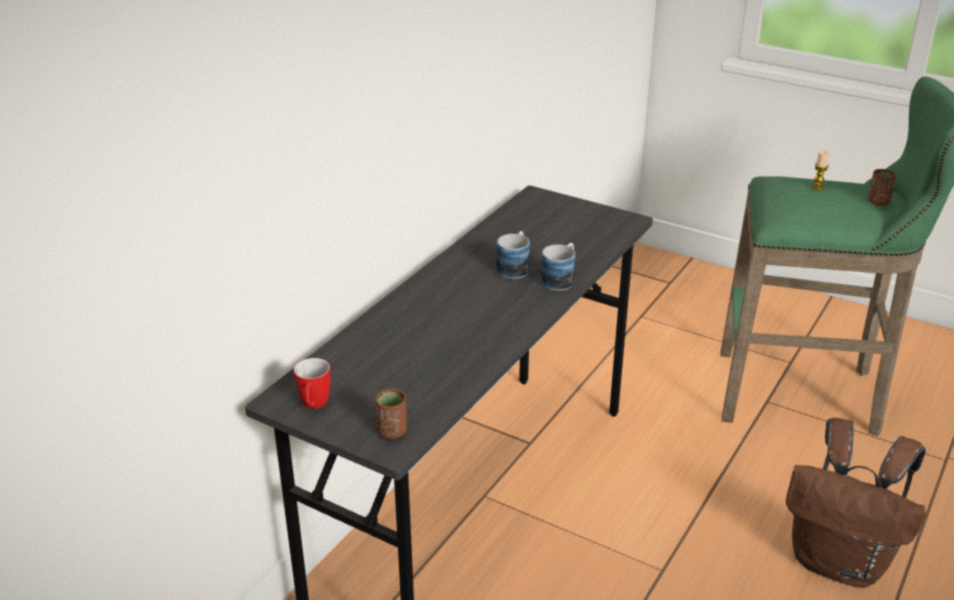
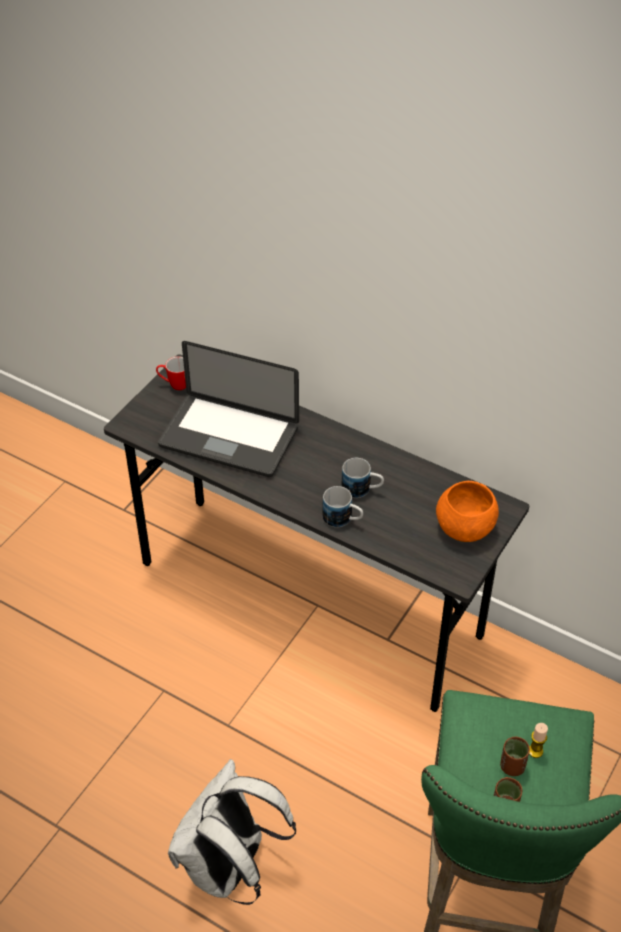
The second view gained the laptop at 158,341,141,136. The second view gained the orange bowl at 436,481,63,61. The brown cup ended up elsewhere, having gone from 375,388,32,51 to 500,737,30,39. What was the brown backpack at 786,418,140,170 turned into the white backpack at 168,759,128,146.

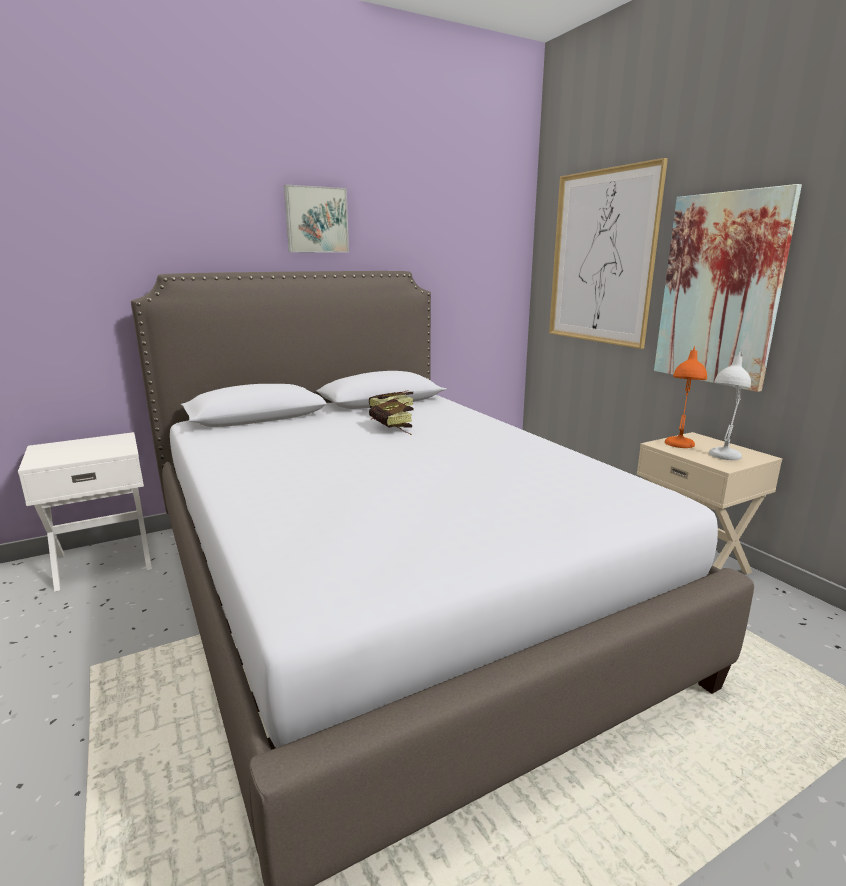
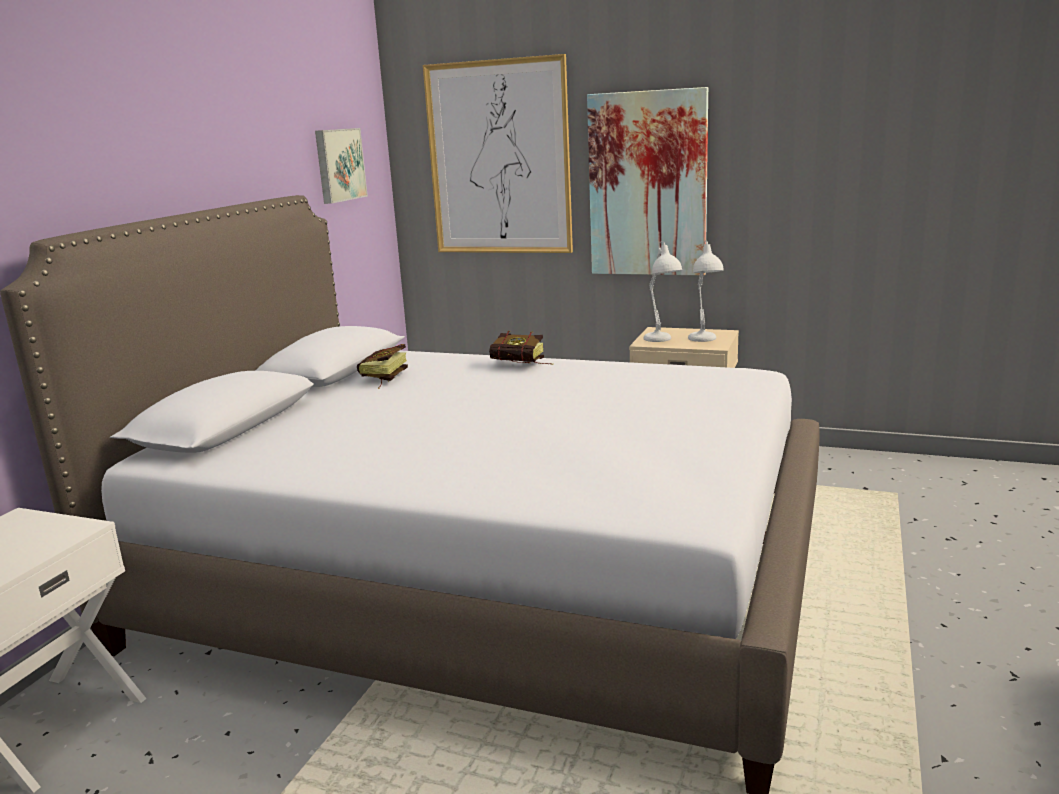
The picture ended up elsewhere, having gone from 284,184,65,69 to 315,128,53,76. The book ended up elsewhere, having gone from 369,398,43,37 to 489,331,65,34. What was the orange table lamp at 665,346,42,102 turned into the white table lamp at 643,241,39,101.

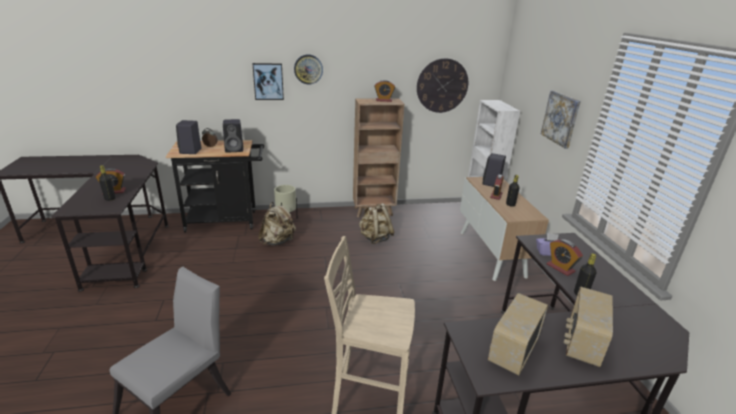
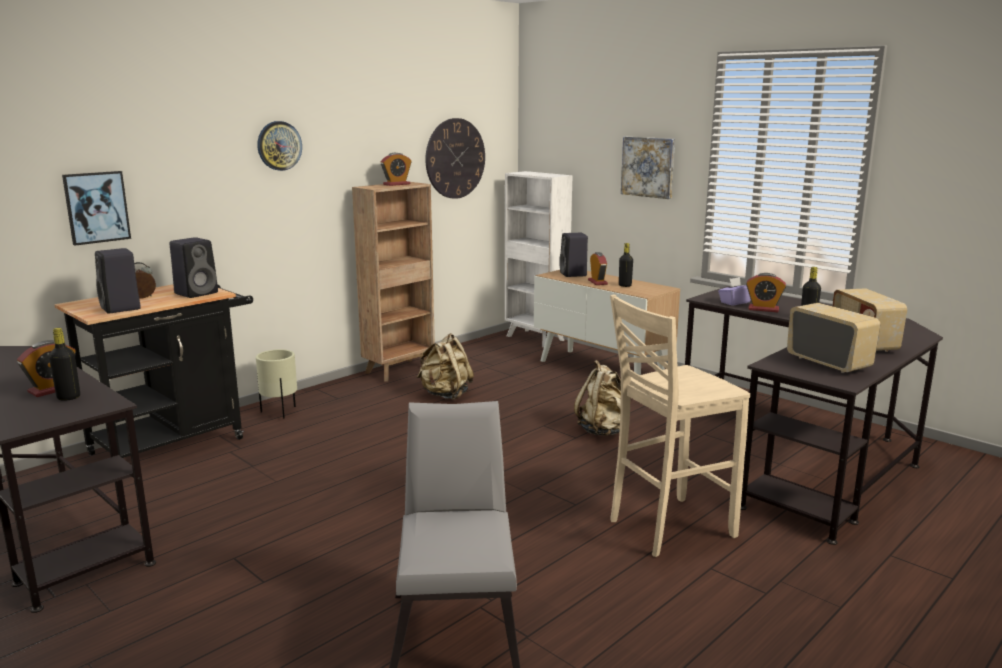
The picture ended up elsewhere, having gone from 252,63,32,37 to 62,171,69,75. The beige backpack ended up elsewhere, having gone from 258,202,38,44 to 574,360,47,76. The radio at 488,293,60,83 ended up facing another way, 150 degrees clockwise from before.

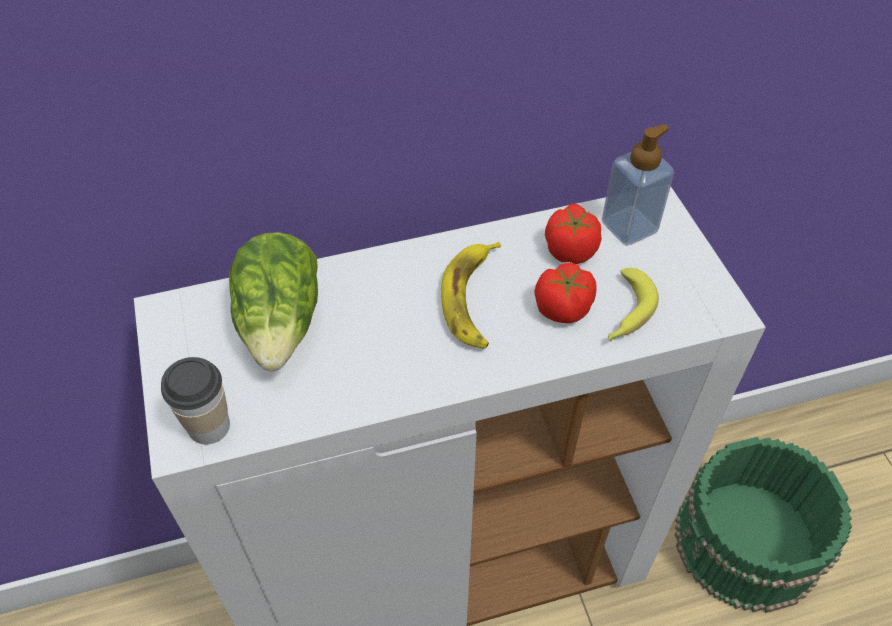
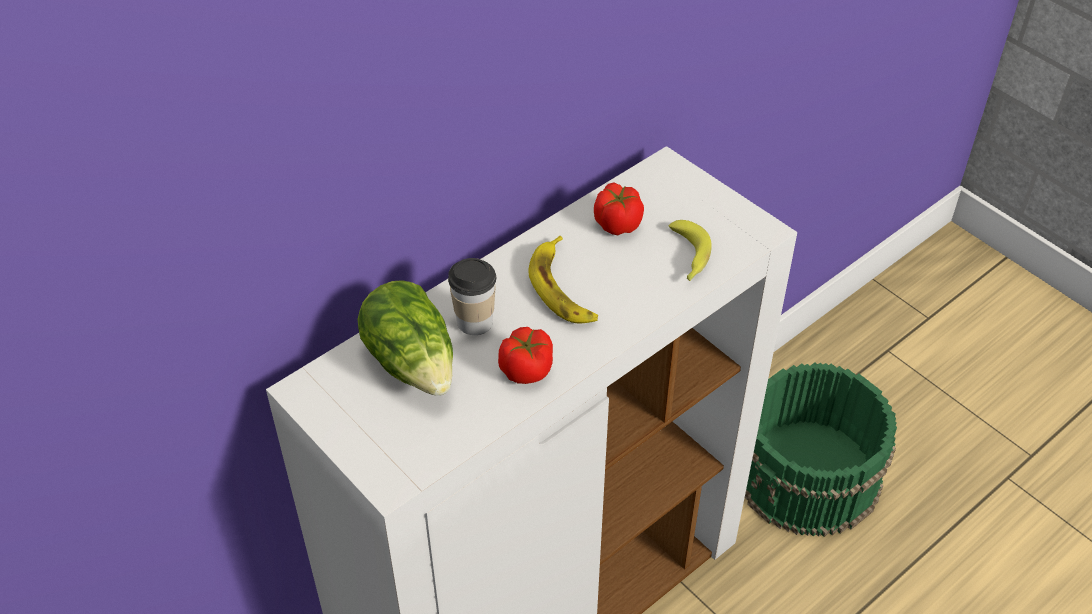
The second view lost the soap dispenser at 602,124,72,122. The cup ended up elsewhere, having gone from 161,357,69,87 to 448,258,48,77. The tomato ended up elsewhere, having gone from 535,263,62,60 to 498,327,55,57.

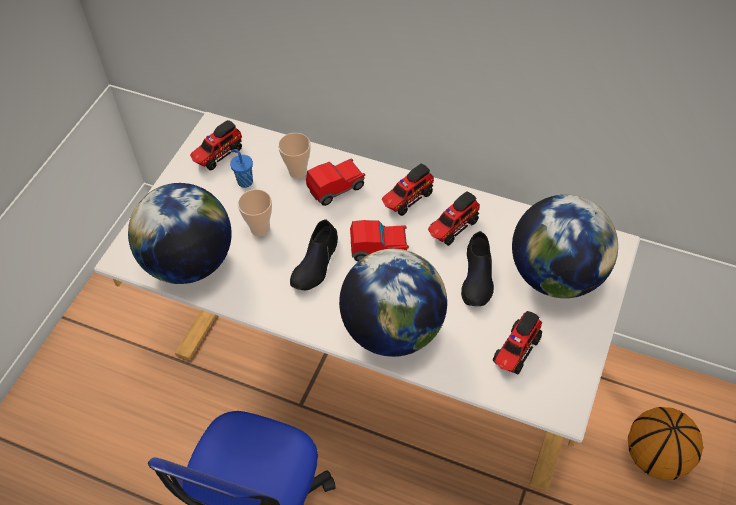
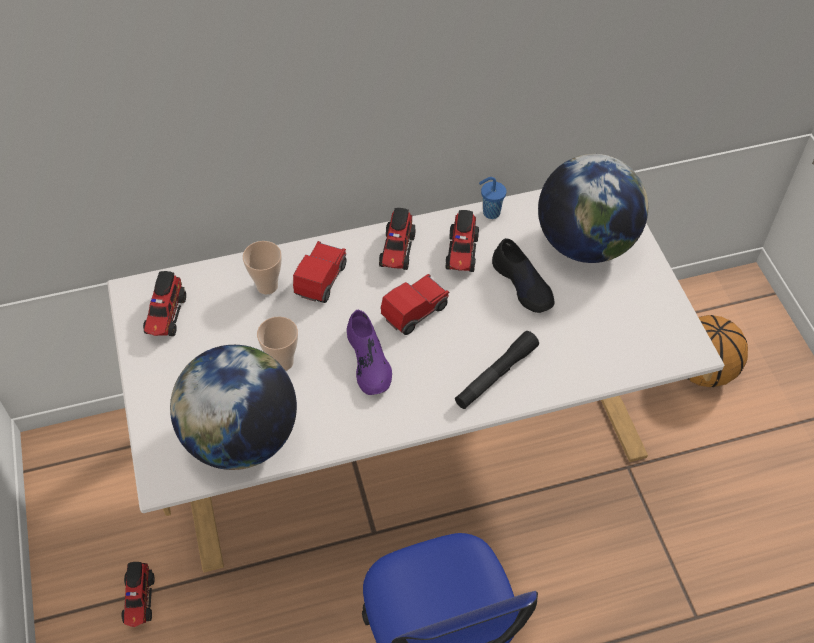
The blue cup ended up elsewhere, having gone from 230,149,23,39 to 479,177,27,42. The toy truck ended up elsewhere, having gone from 493,311,49,63 to 121,562,33,65. Where the globe stood at 339,249,108,108, the black flashlight came to stand at 455,331,84,78. What was the black shoe at 290,219,48,71 turned into the purple shoe at 347,309,45,86.

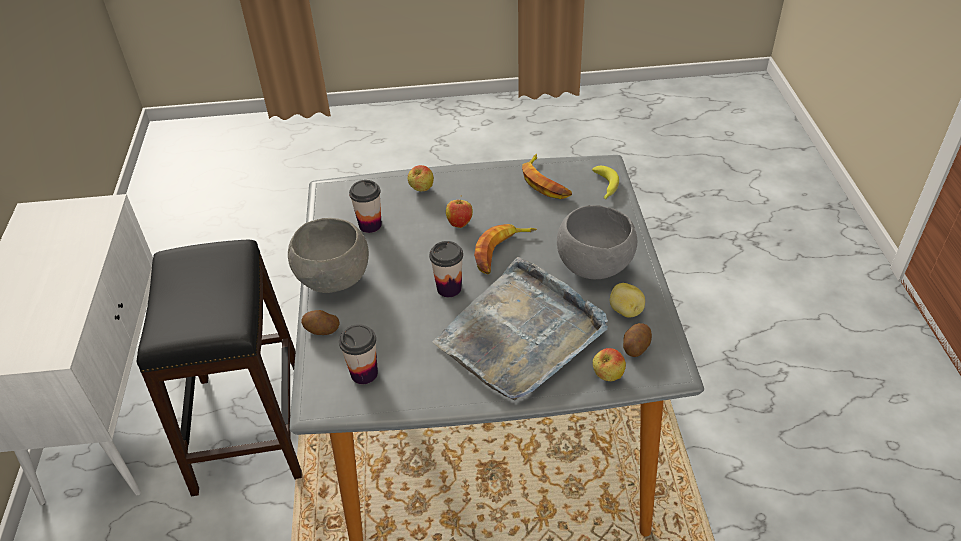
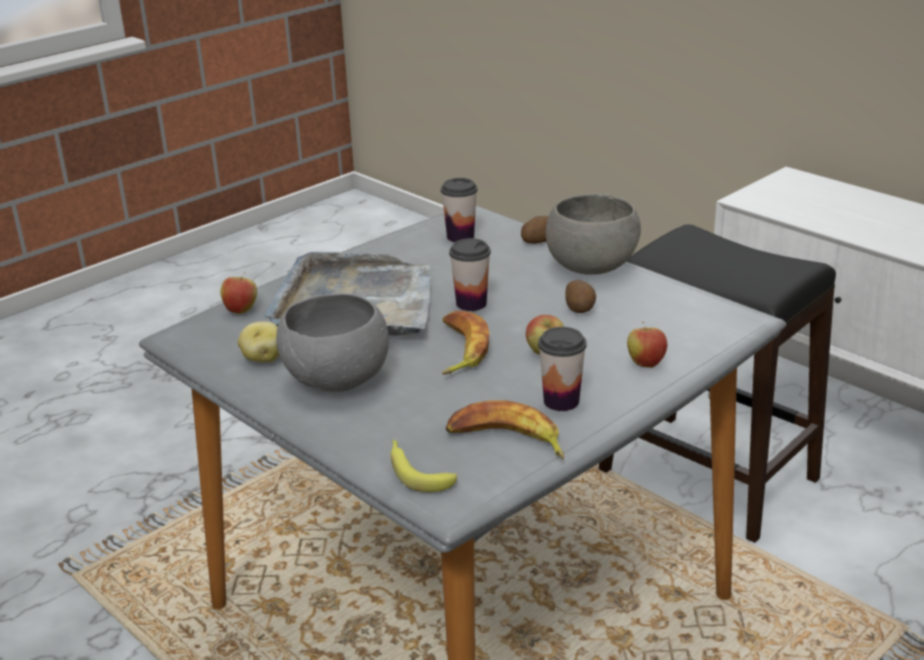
The cup ended up elsewhere, having gone from 349,180,33,53 to 538,327,49,84. The potato ended up elsewhere, having gone from 623,323,29,34 to 565,280,31,33.

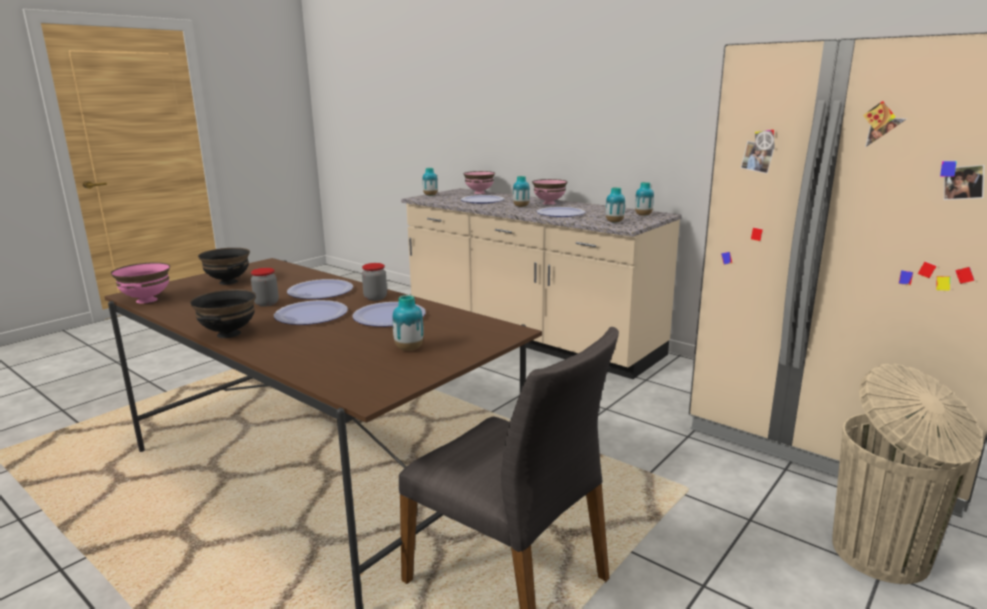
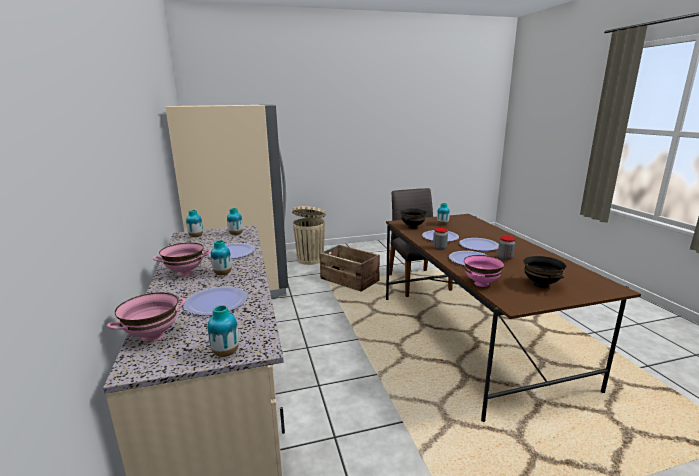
The second view gained the crate at 319,245,61,47. The pink bowl ended up elsewhere, having gone from 111,262,59,42 to 464,255,40,32. The black bowl ended up elsewhere, having gone from 190,289,66,49 to 400,208,27,21.

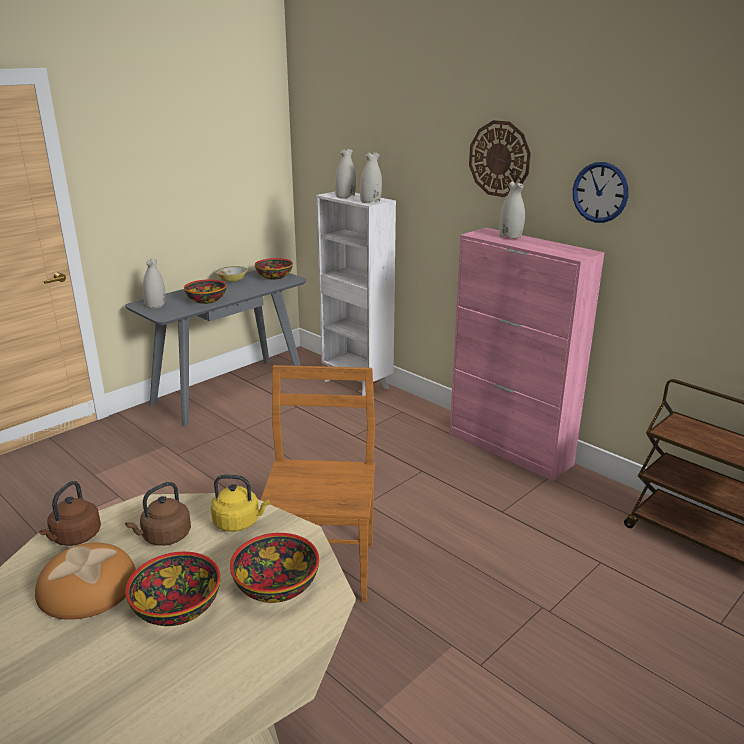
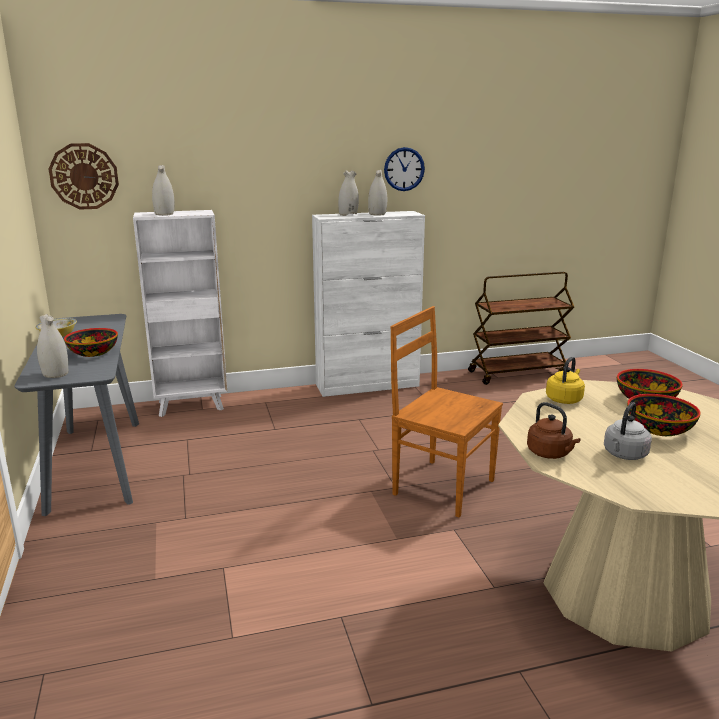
The second view lost the brown kettle at 125,482,66,64. The second view lost the bowl at 255,258,38,22. The white vase ended up elsewhere, having gone from 360,152,22,51 to 368,170,19,46. The wall clock ended up elsewhere, having gone from 469,120,62,77 to 49,143,70,66. Where the bread stood at 35,543,101,77, the grey kettle came to stand at 604,402,48,58. What was the pink cabinet at 450,228,155,253 turned into the white cabinet at 312,211,113,186.

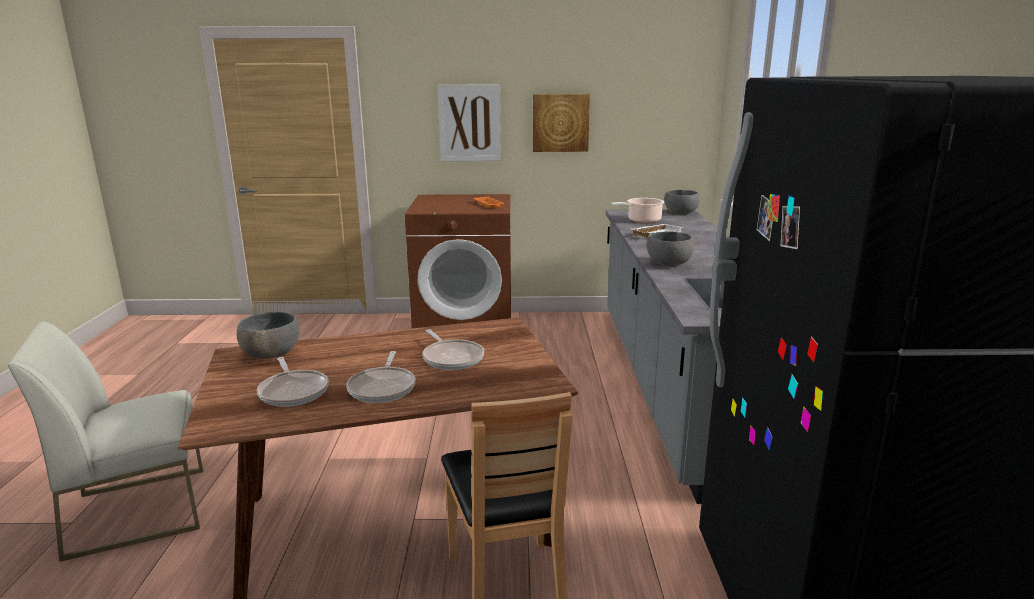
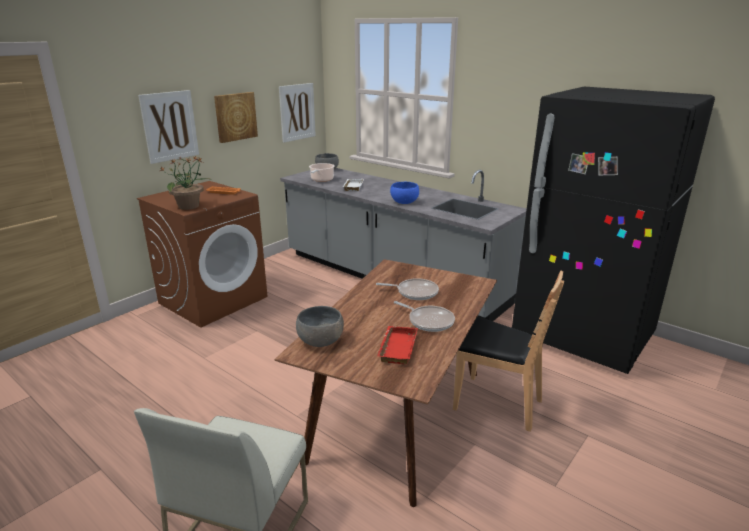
The second view gained the potted plant at 160,157,52,53. The second view gained the picture at 279,83,37,60. Where the frying pan stood at 257,357,72,50, the red tray came to stand at 377,326,41,38. What was the grey bowl at 647,231,47,35 turned into the blue bowl at 390,182,29,22.

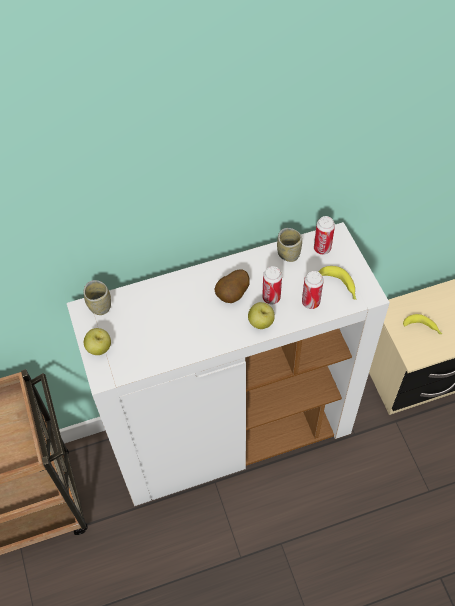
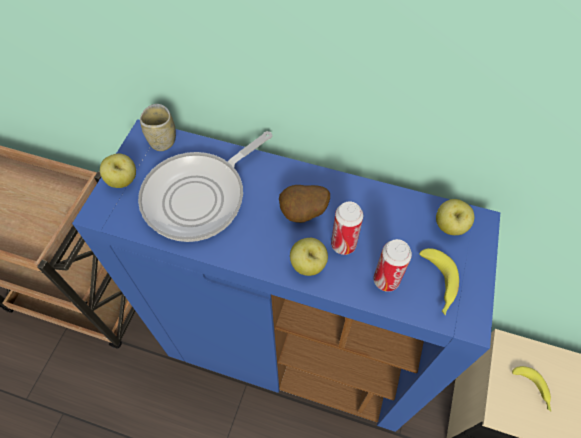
The second view lost the cup at 277,228,25,34. The second view gained the frying pan at 138,131,134,111. Where the can stood at 314,216,21,39, the apple came to stand at 436,199,38,36. What was the white cabinet at 66,222,324,284 turned into the blue cabinet at 72,119,428,313.

